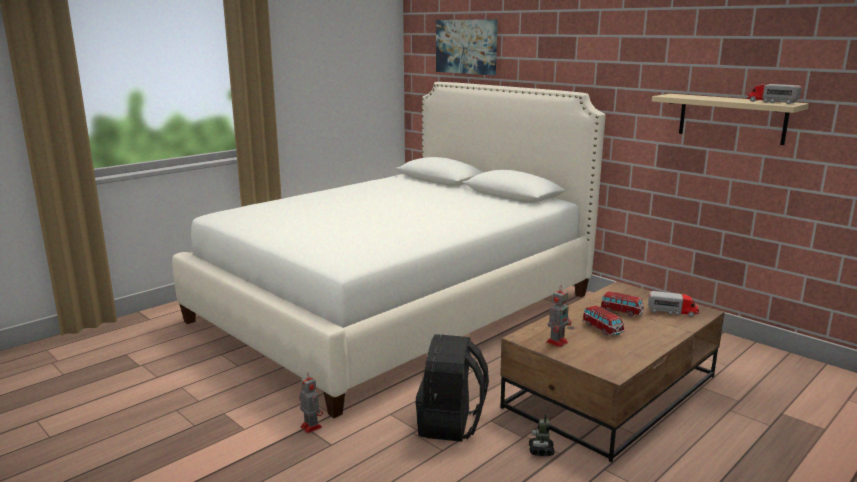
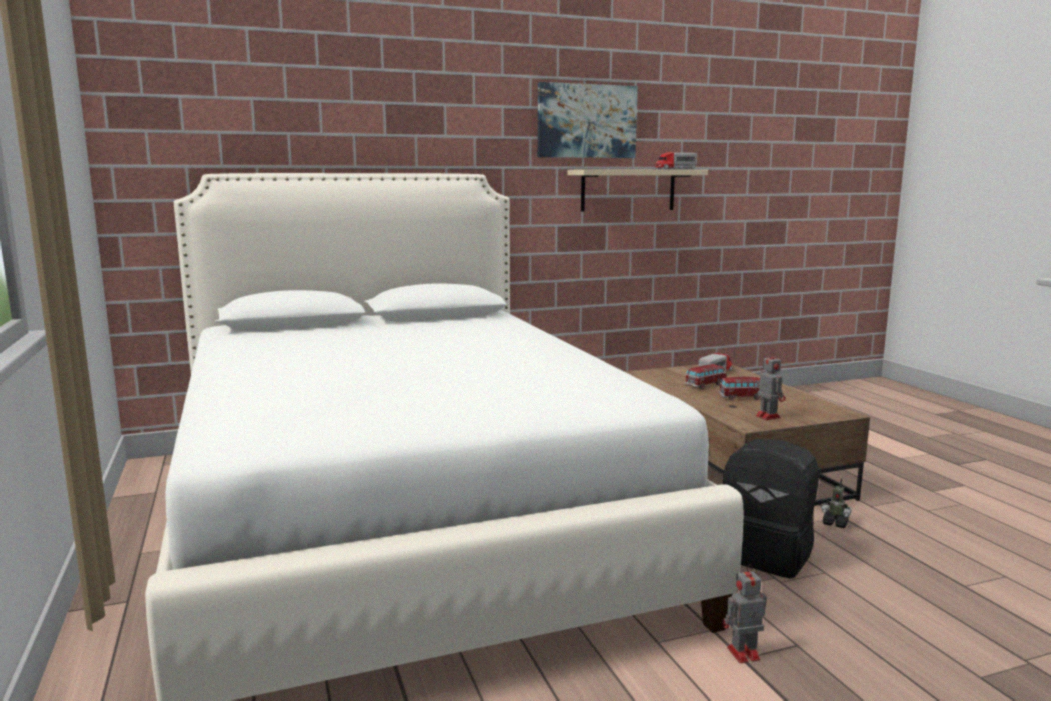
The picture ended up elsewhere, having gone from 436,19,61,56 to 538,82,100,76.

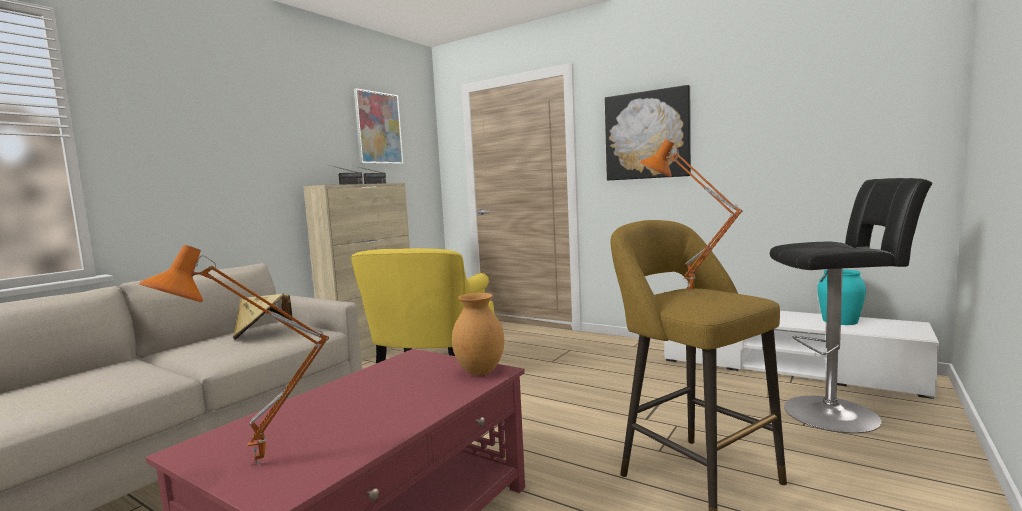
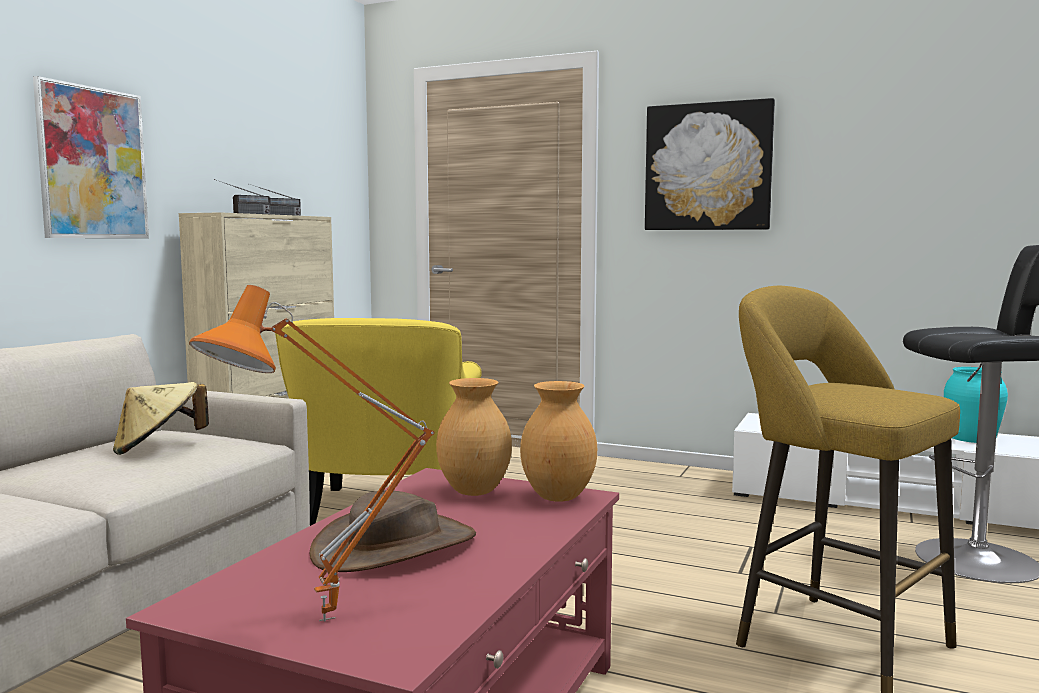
The second view lost the orange table lamp at 639,139,104,155. The second view gained the brown hat at 310,490,166,82. The second view gained the brown vase at 436,378,76,118. The picture ended up elsewhere, having gone from 354,88,49,76 to 33,76,116,162.

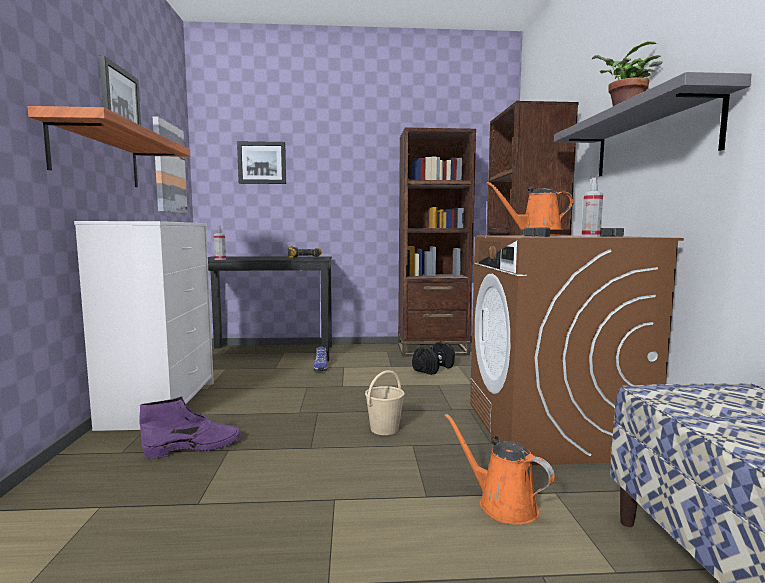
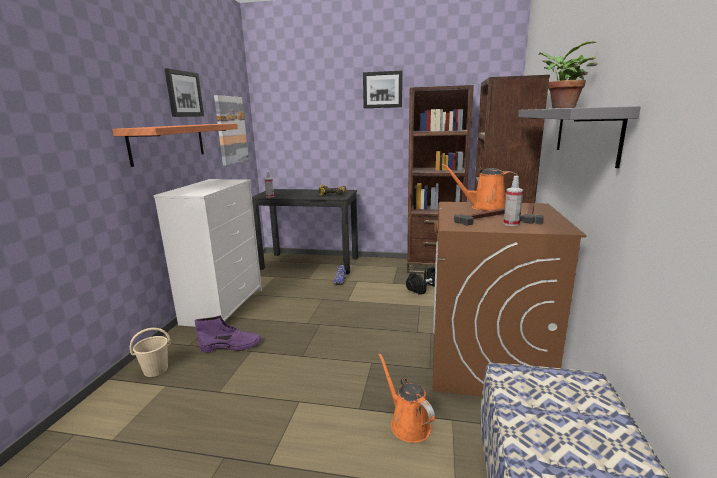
The picture ended up elsewhere, having gone from 237,141,49,43 to 363,71,40,37. The beige bucket ended up elsewhere, having gone from 365,370,40,65 to 130,328,41,49.

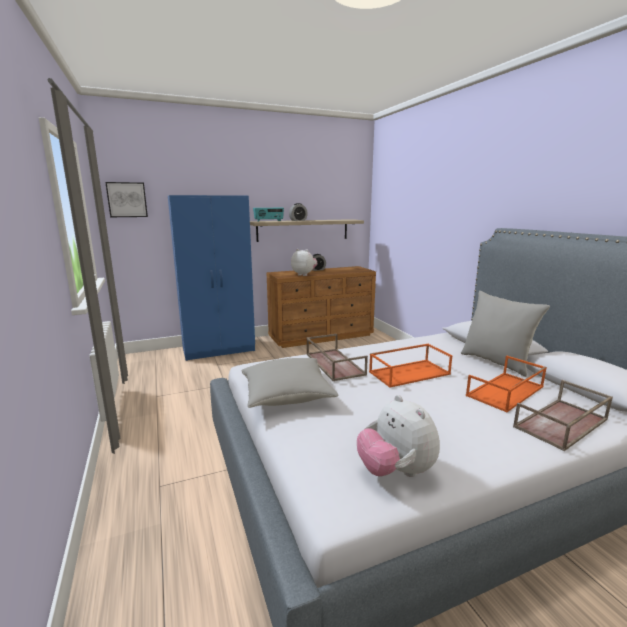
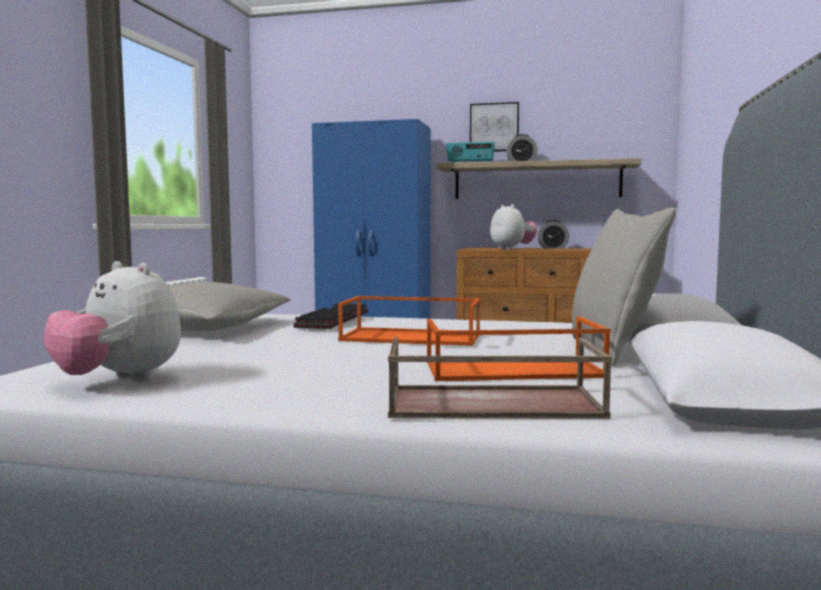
The picture ended up elsewhere, having gone from 105,182,43,35 to 470,102,49,50. Where the brown tray stood at 307,334,61,47, the keyboard came to stand at 293,303,75,26. The plush toy at 357,395,83,82 ended up facing another way, 60 degrees counterclockwise from before.

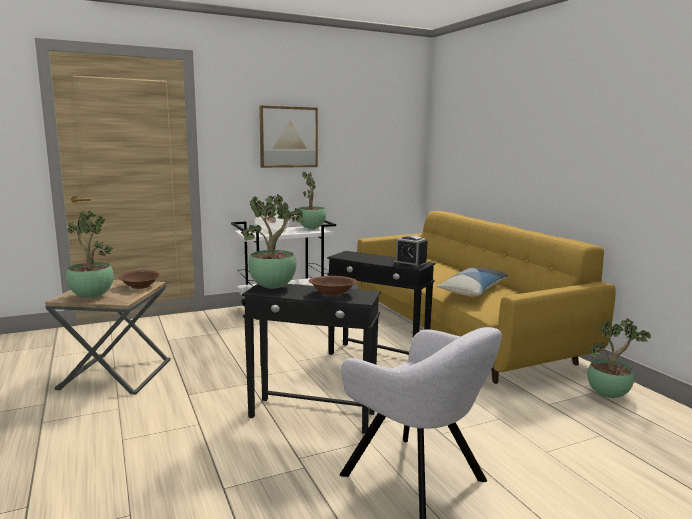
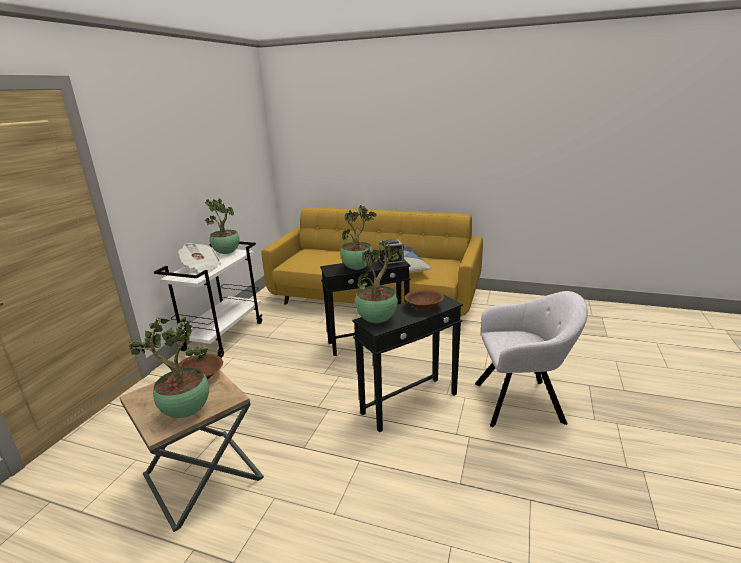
The second view lost the picture at 259,105,59,63. The potted plant ended up elsewhere, having gone from 587,318,64,80 to 340,205,36,65.

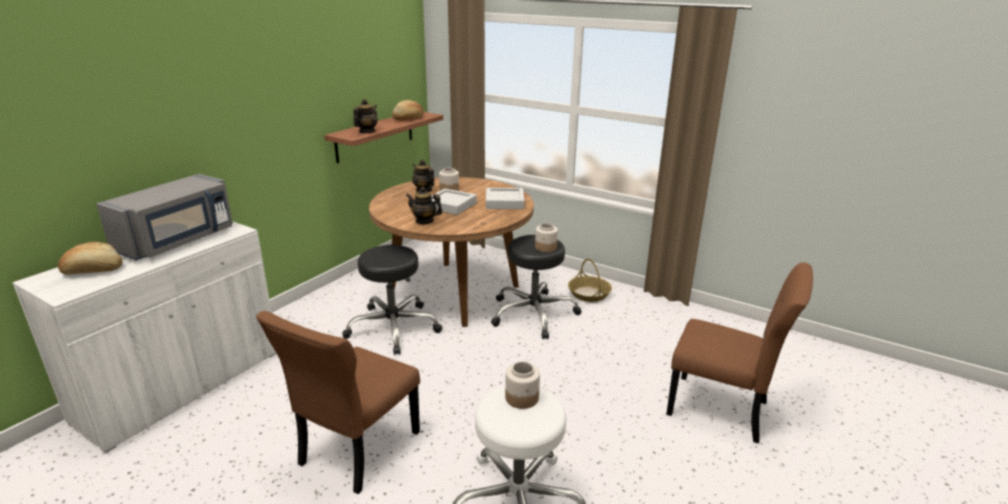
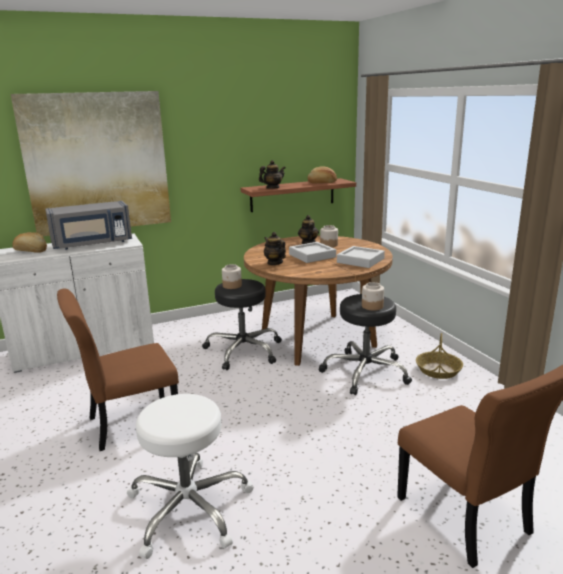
The second view gained the picture at 11,91,160,145. The jar ended up elsewhere, having gone from 505,361,35,48 to 222,264,20,25.

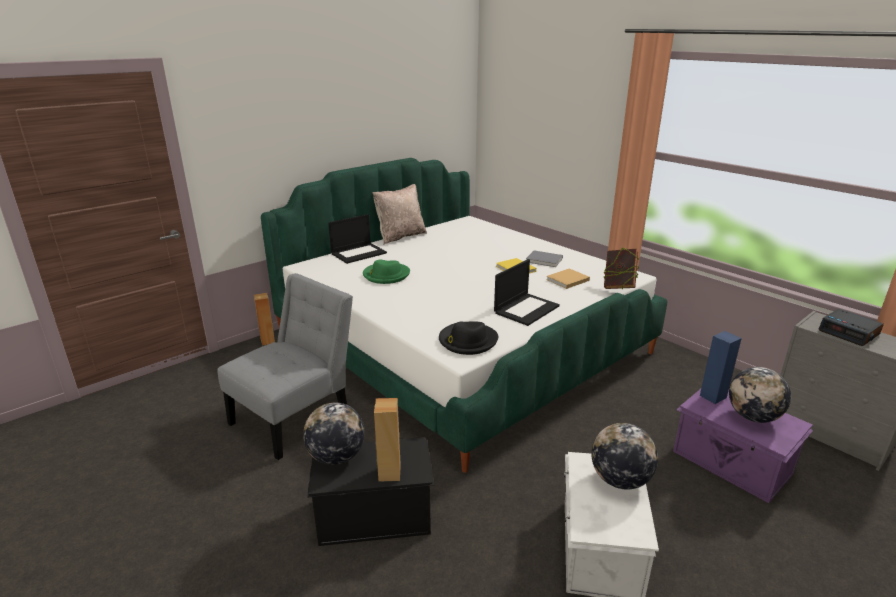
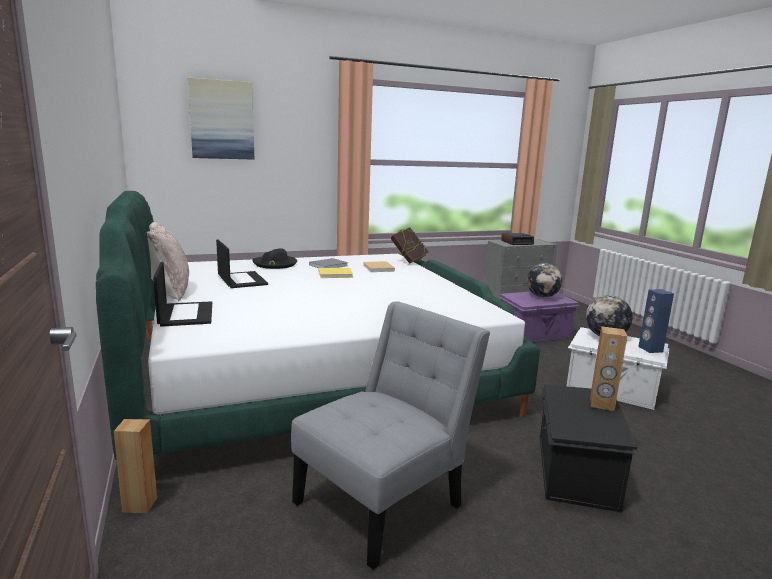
The second view lost the globe at 303,403,62,62. The second view lost the green hat at 363,260,47,24. The second view gained the picture at 188,77,66,83. The black hat ended up elsewhere, having gone from 439,322,59,33 to 252,248,45,21. The laptop ended up elsewhere, having gone from 494,259,66,67 to 216,240,52,48. The blue speaker ended up elsewhere, having gone from 700,331,42,73 to 638,289,36,64. The grey chair at 217,273,136,187 ended up facing another way, 75 degrees clockwise from before.

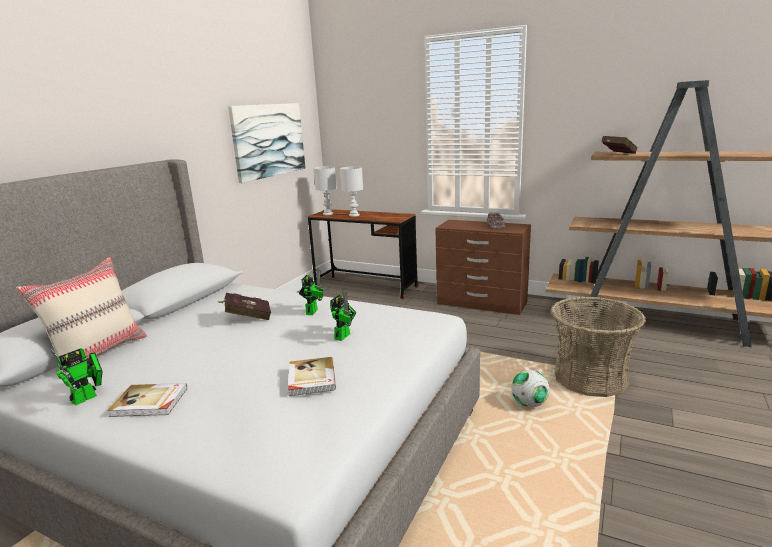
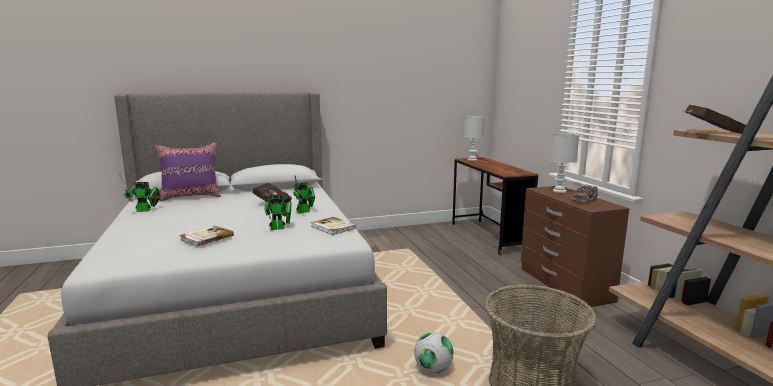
The second view lost the picture at 228,103,77,80. The book ended up elsewhere, having gone from 107,383,80,34 to 311,217,45,18. The white table lamp ended up elsewhere, having gone from 340,166,23,51 to 549,133,30,60. What was the beige pillow at 16,257,131,113 turned into the purple pillow at 155,142,66,59.

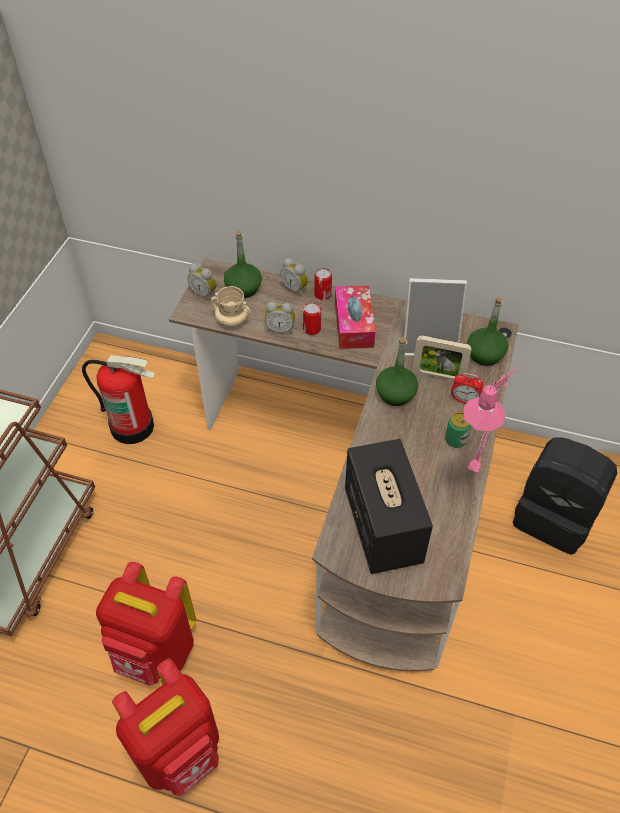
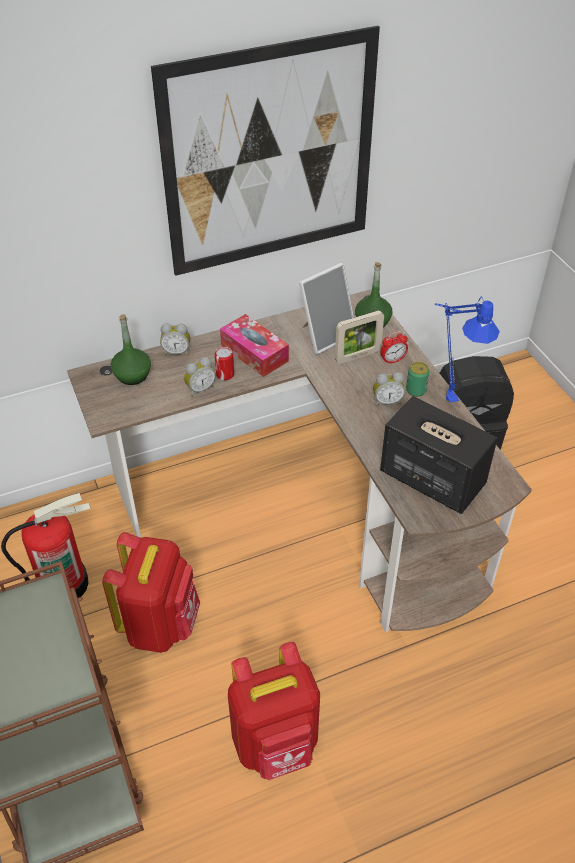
The second view lost the beige mug at 211,286,40,40. The second view lost the can at 314,268,18,32. The second view lost the green bottle at 376,337,42,69. The second view gained the picture at 151,26,229,250. The red backpack ended up elsewhere, having gone from 112,658,107,138 to 102,532,98,121. The alarm clock ended up elsewhere, having gone from 187,263,29,38 to 373,372,32,34. What was the pink table lamp at 463,367,54,106 turned into the blue table lamp at 435,297,65,105.

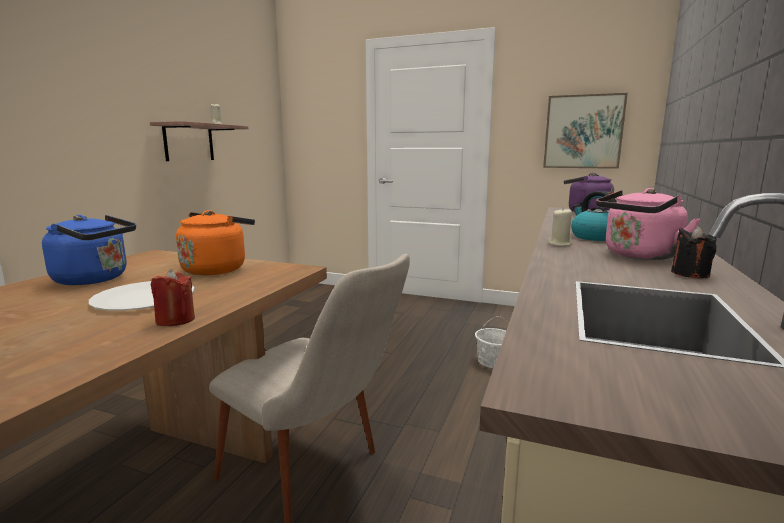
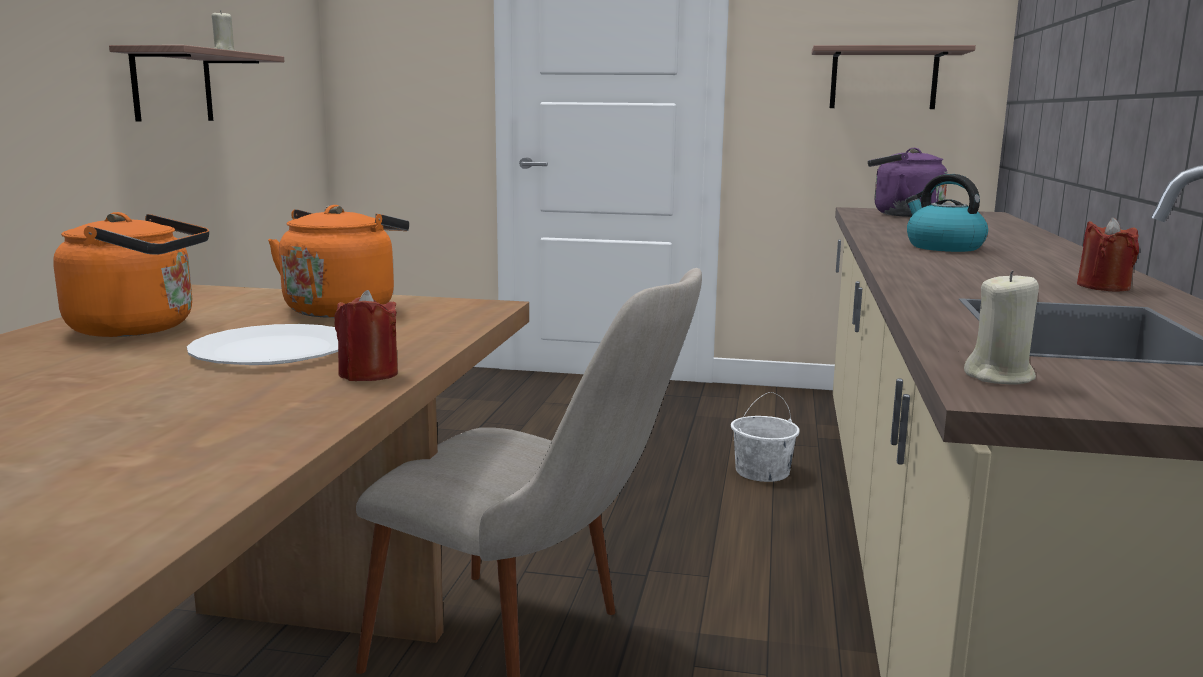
The second view lost the pink kettle at 596,188,105,72. The beige candle ended up elsewhere, having gone from 548,207,24,39 to 964,271,75,114. Where the picture hung at 543,93,85,76, the shelf came to hang at 812,45,164,64. What was the blue kettle at 42,215,94,70 turned into the orange kettle at 53,212,156,125. What was the black candle at 671,226,46,52 turned into the red candle at 1077,217,62,75.

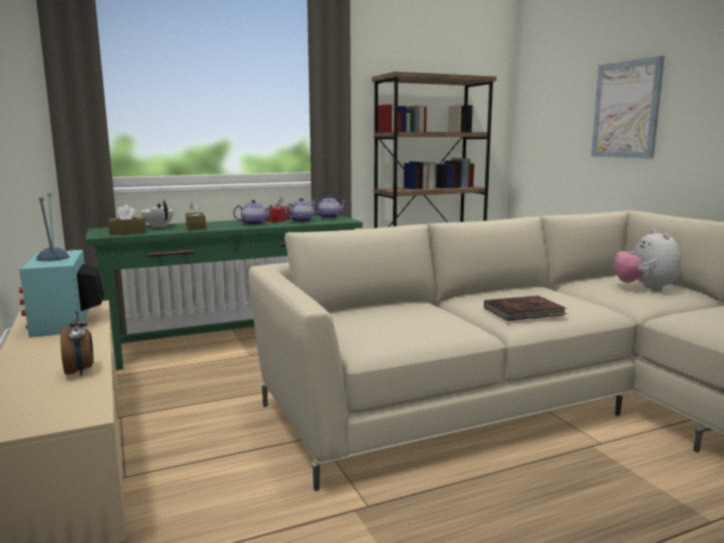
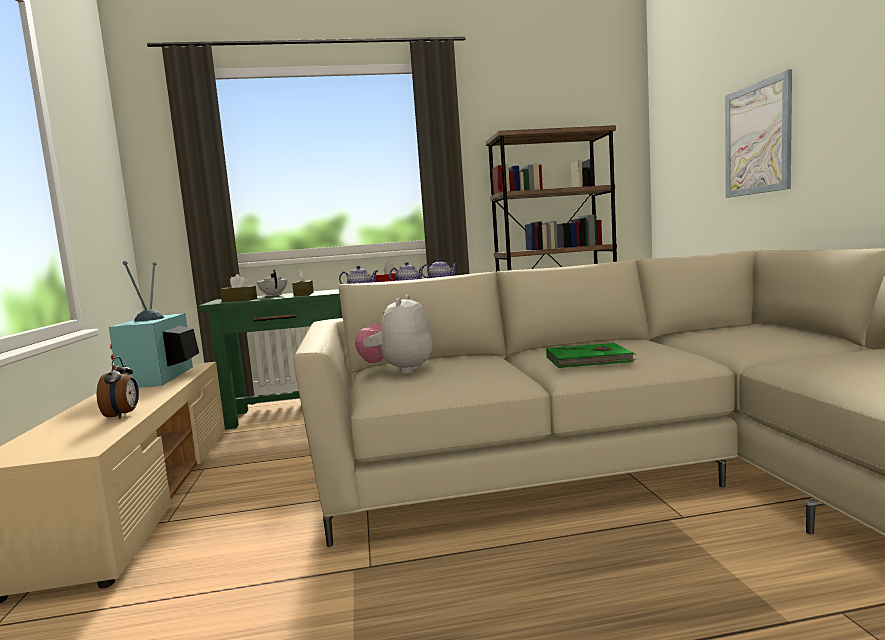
The plush toy ended up elsewhere, having gone from 613,229,68,63 to 355,295,77,79. What was the brown book at 484,295,84,26 turned into the green book at 546,343,90,25.

